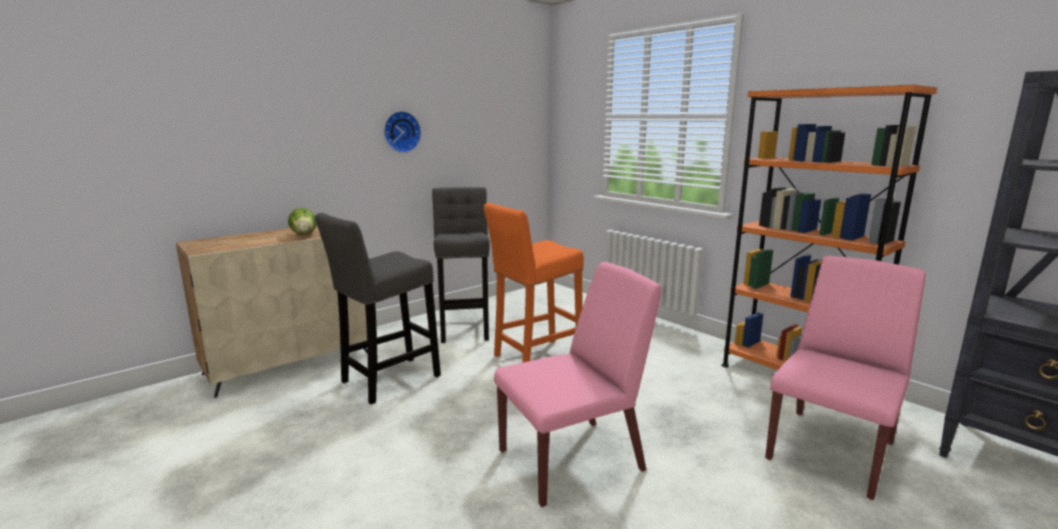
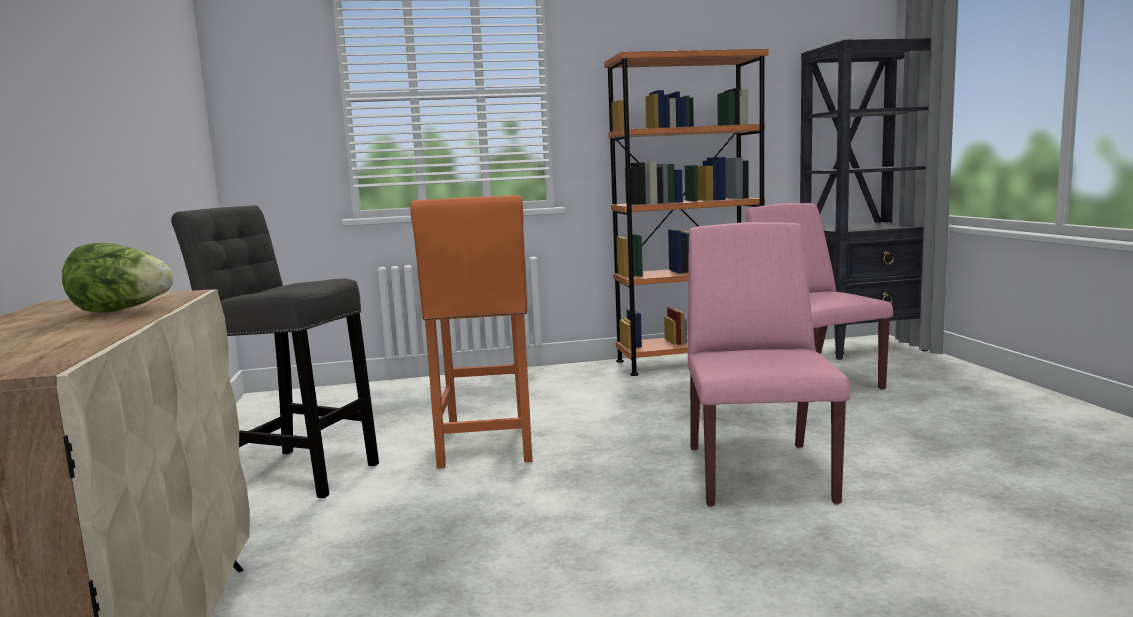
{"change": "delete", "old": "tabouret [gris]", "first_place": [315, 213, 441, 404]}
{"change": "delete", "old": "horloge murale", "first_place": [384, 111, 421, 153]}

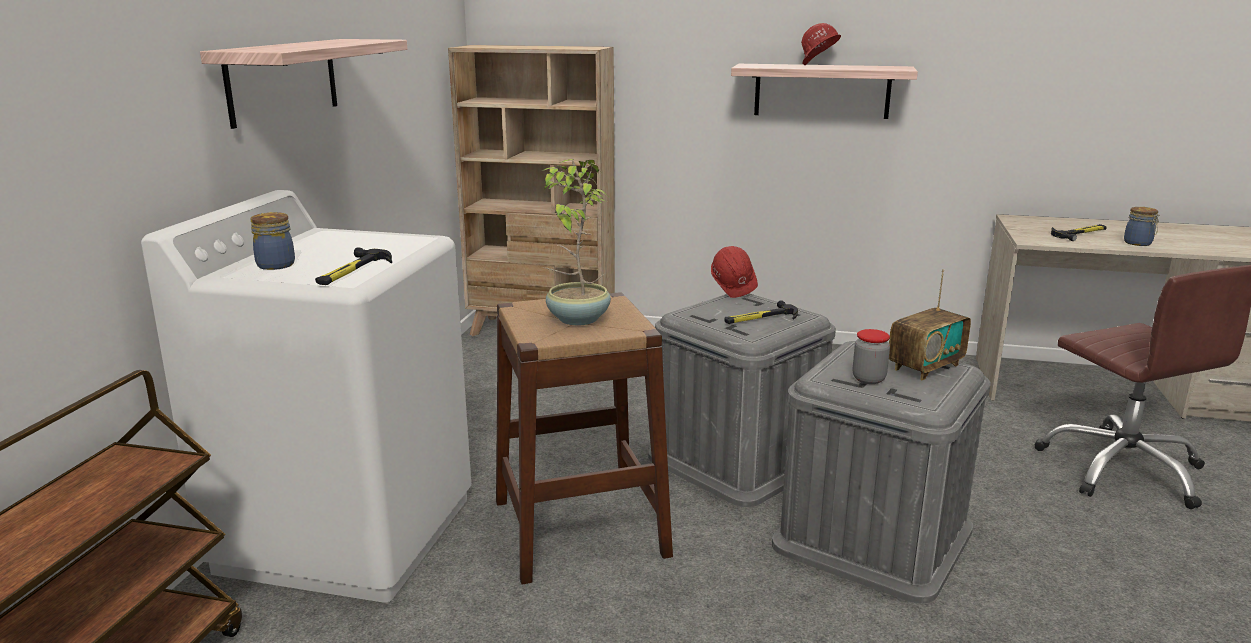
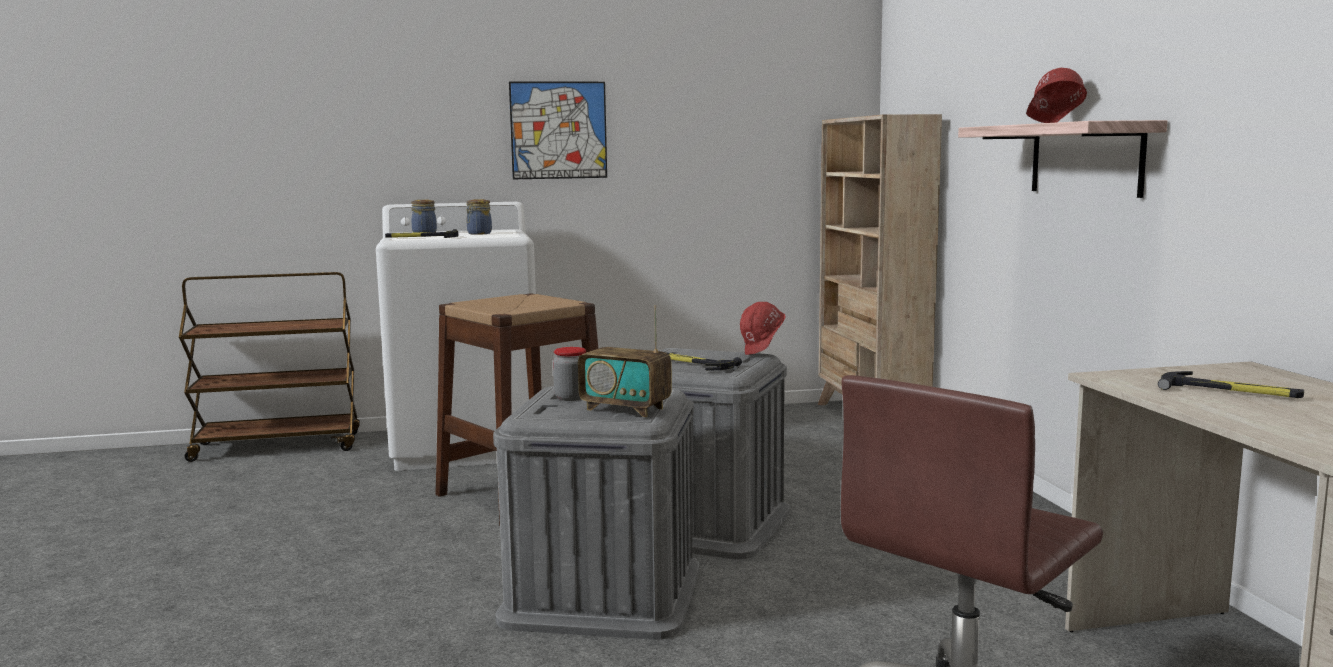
{"change": "delete", "old": "plante en pot", "first_place": [542, 159, 611, 325]}
{"change": "move", "old": "bocal", "first_place": [1124, 207, 1160, 246], "second_place": [466, 199, 492, 235]}
{"change": "replace", "old": "étagère", "new": "tableau", "first_place": [200, 39, 407, 129], "second_place": [509, 82, 607, 179]}

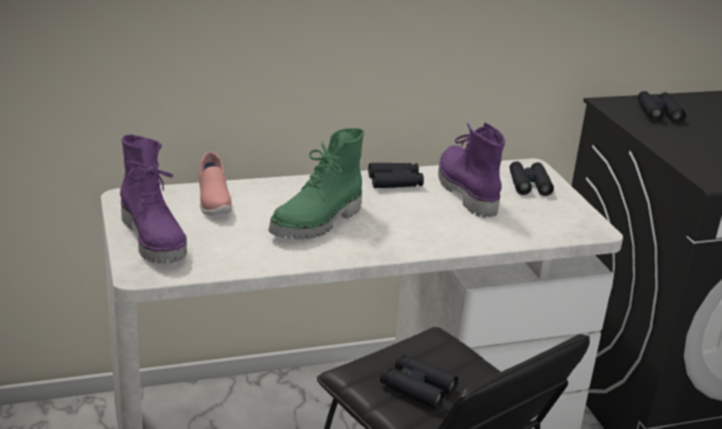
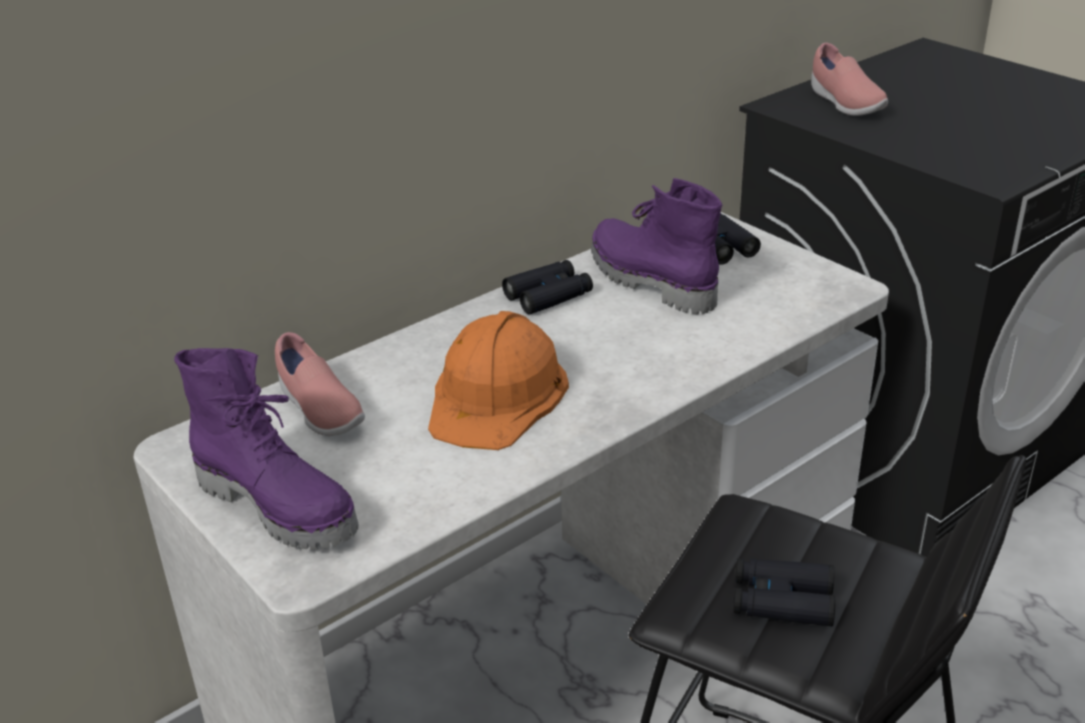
{"change": "replace", "old": "botte [vert]", "new": "casque de chantier [orange]", "first_place": [268, 128, 364, 239], "second_place": [428, 311, 569, 450]}
{"change": "replace", "old": "jumelles [noir]", "new": "chaussure [rose]", "first_place": [637, 91, 686, 123], "second_place": [811, 43, 888, 116]}

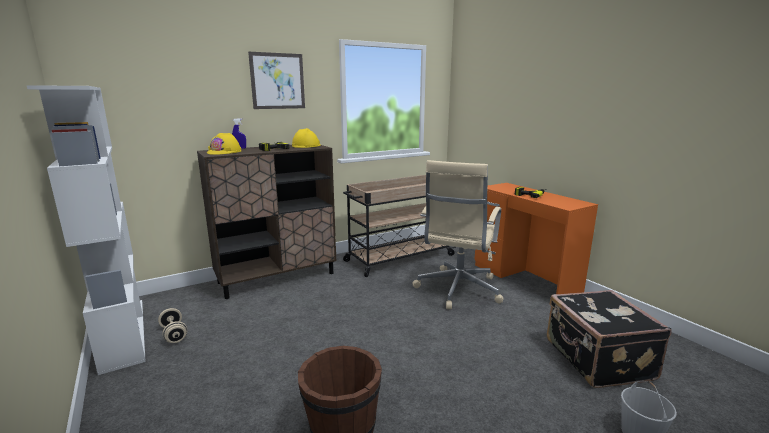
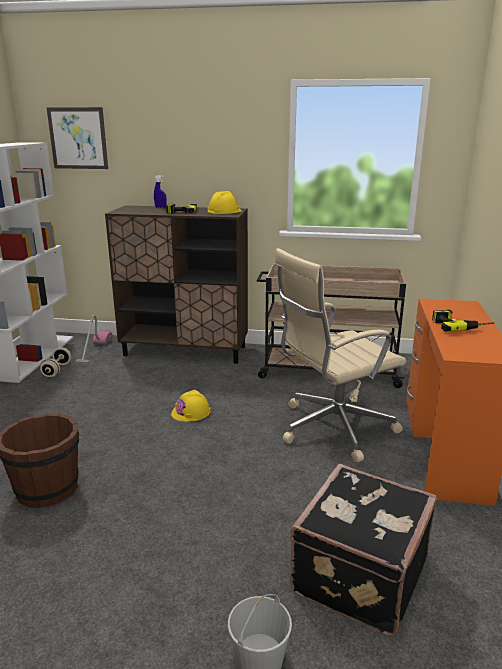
{"change": "insert", "new": "aspirateur", "second_place": [75, 315, 113, 363]}
{"change": "move", "old": "casque de chantier [jaune]", "first_place": [207, 133, 241, 155], "second_place": [171, 390, 211, 422]}
{"change": "move", "old": "tableau", "first_place": [248, 52, 305, 109], "second_place": [46, 107, 108, 169]}

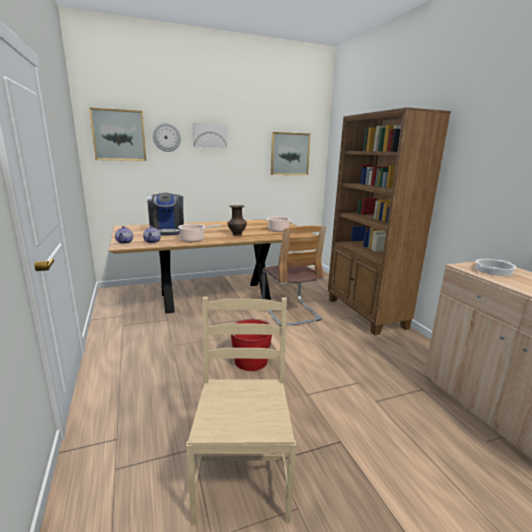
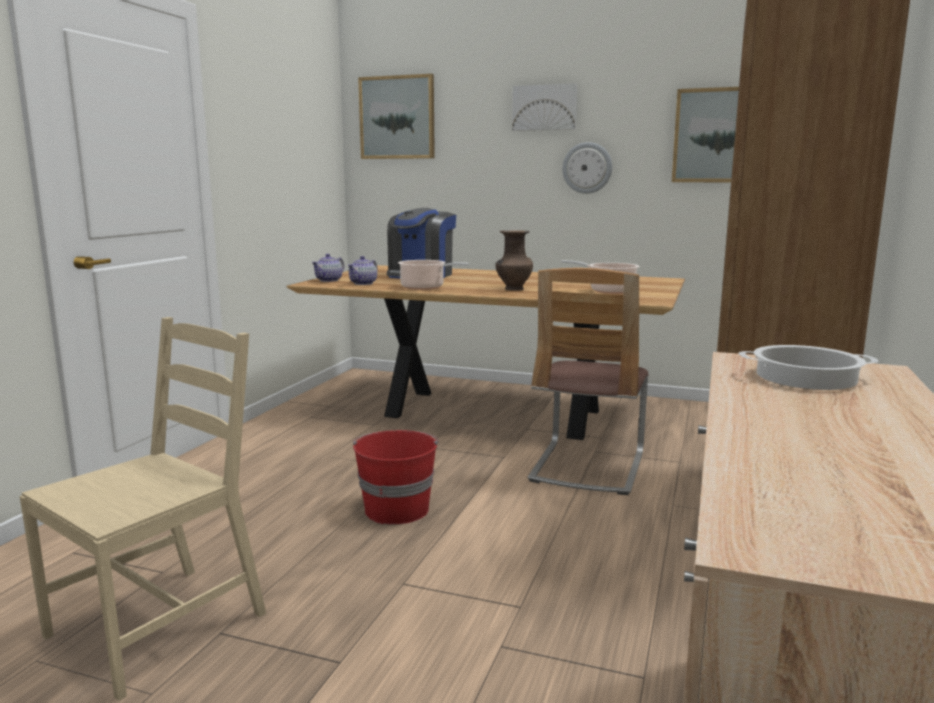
{"change": "move", "old": "horloge murale", "first_place": [153, 123, 181, 152], "second_place": [562, 142, 612, 194]}

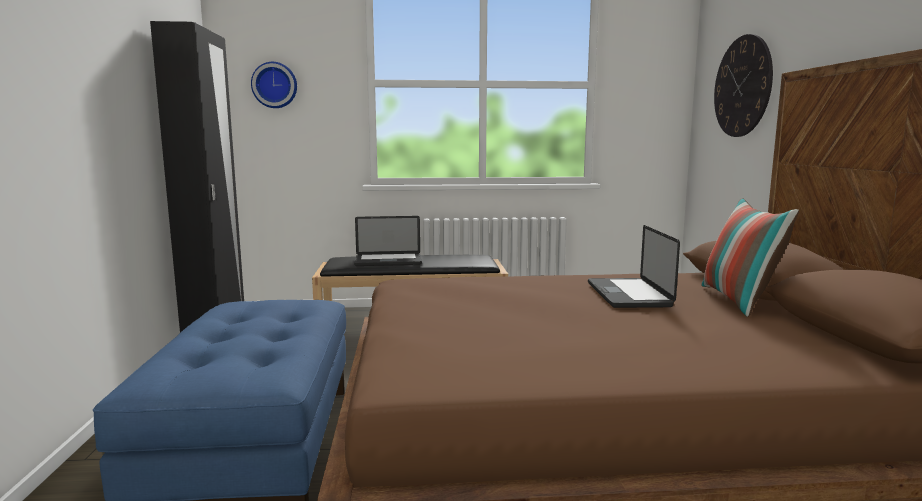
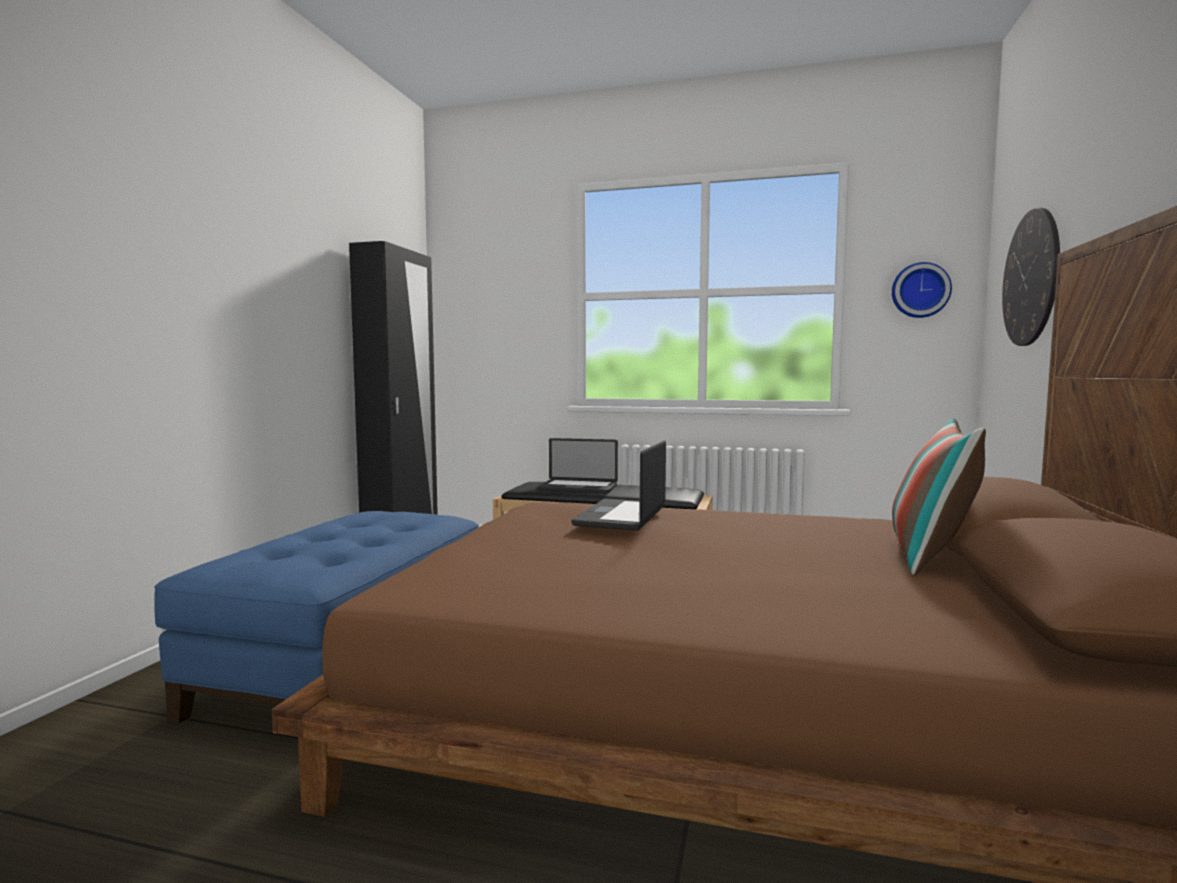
{"change": "move", "old": "horloge murale", "first_place": [251, 62, 297, 108], "second_place": [892, 262, 952, 318]}
{"change": "move", "old": "ordinateur portable", "first_place": [588, 225, 680, 308], "second_place": [572, 440, 666, 531]}

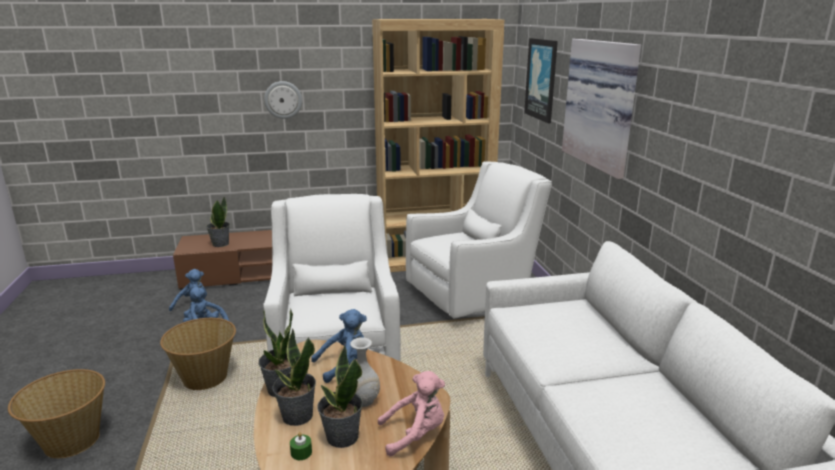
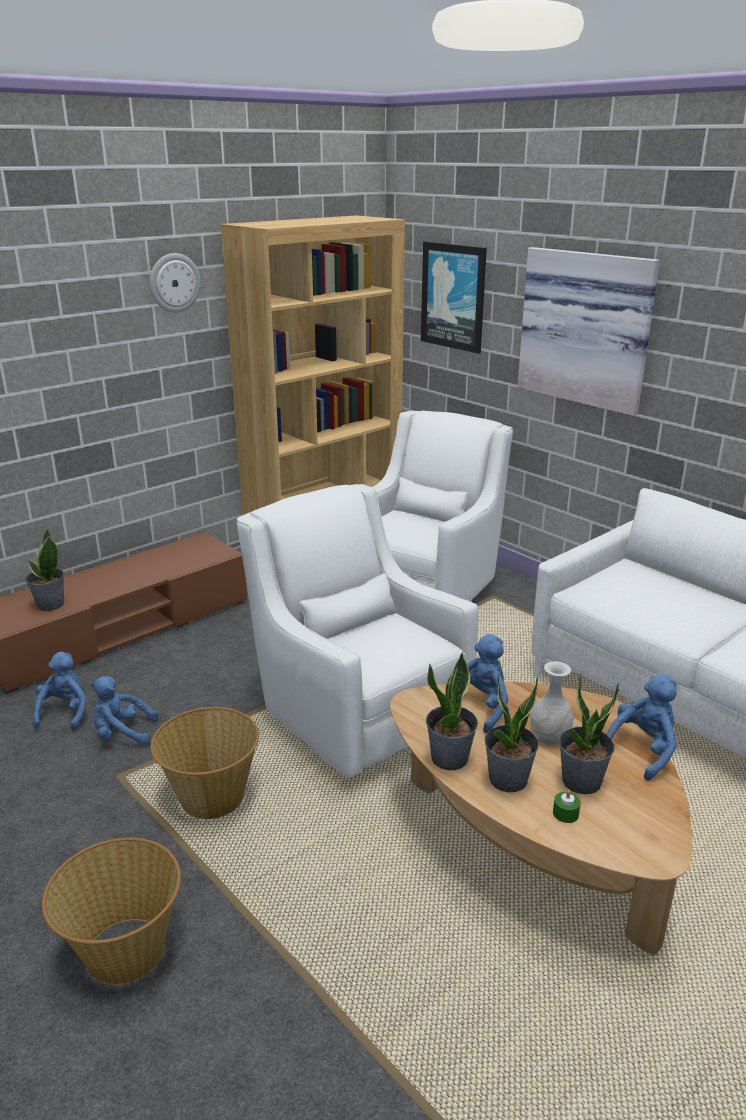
{"change": "move", "old": "horloge murale", "first_place": [264, 81, 302, 119], "second_place": [150, 253, 201, 313]}
{"change": "recolor", "old": "peluche [rose]", "new": "peluche [bleu]", "first_place": [378, 371, 445, 457], "second_place": [607, 674, 677, 781]}

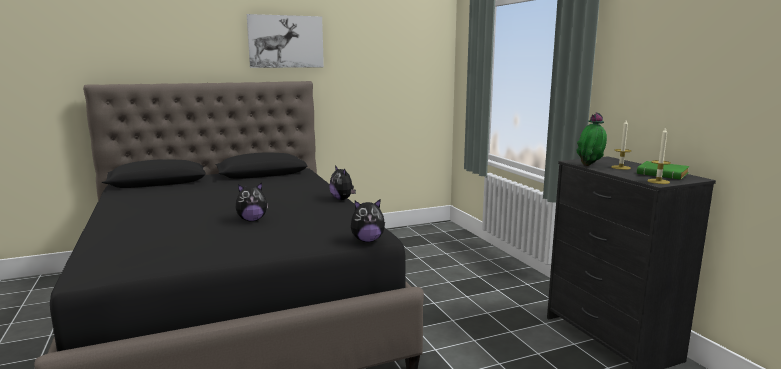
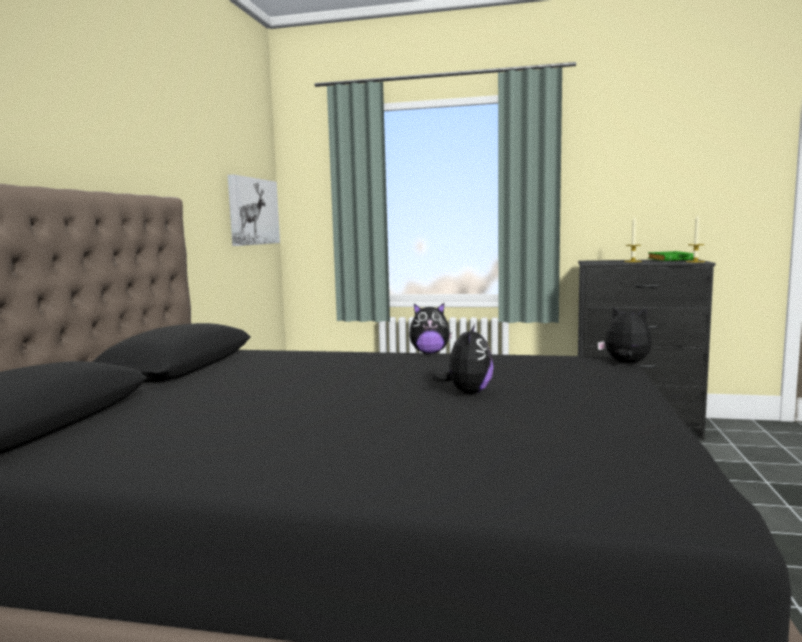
{"change": "delete", "old": "plante en pot", "first_place": [576, 112, 607, 166]}
{"change": "move", "old": "tableau", "first_place": [247, 14, 324, 68], "second_place": [228, 175, 280, 246]}
{"change": "rotate", "old": "peluche", "first_place": [351, 199, 385, 242], "second_place": [597, 306, 652, 363], "degrees": -75}

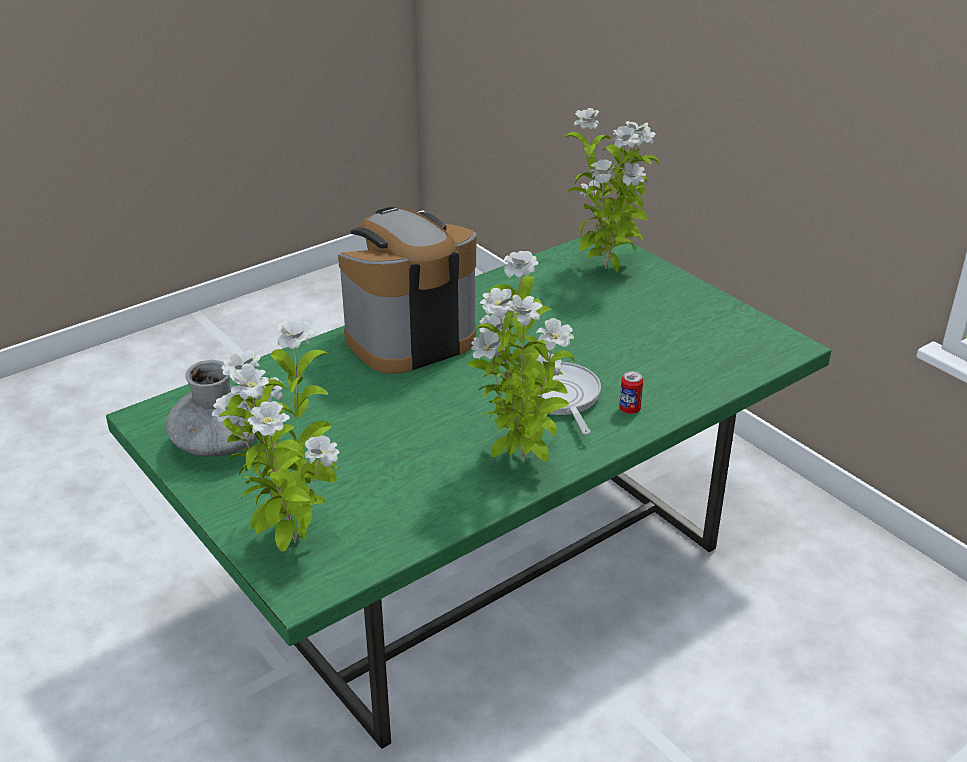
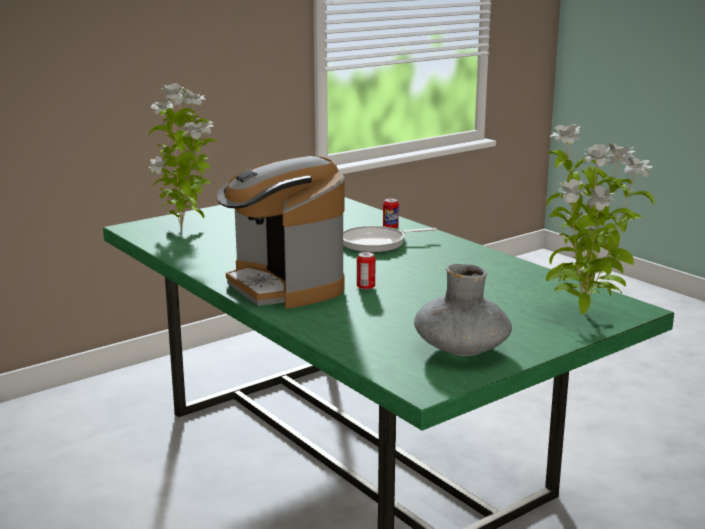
{"change": "delete", "old": "plante en pot", "first_place": [467, 251, 575, 462]}
{"change": "insert", "new": "boîte métallique", "second_place": [357, 252, 376, 290]}

